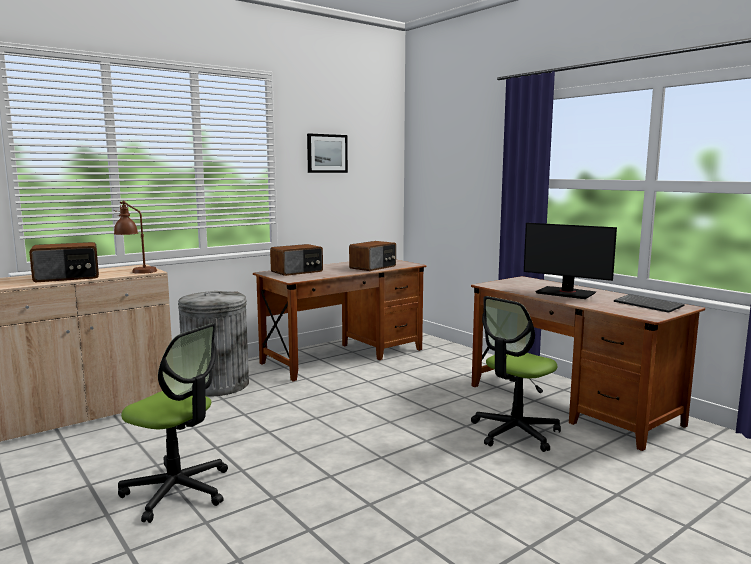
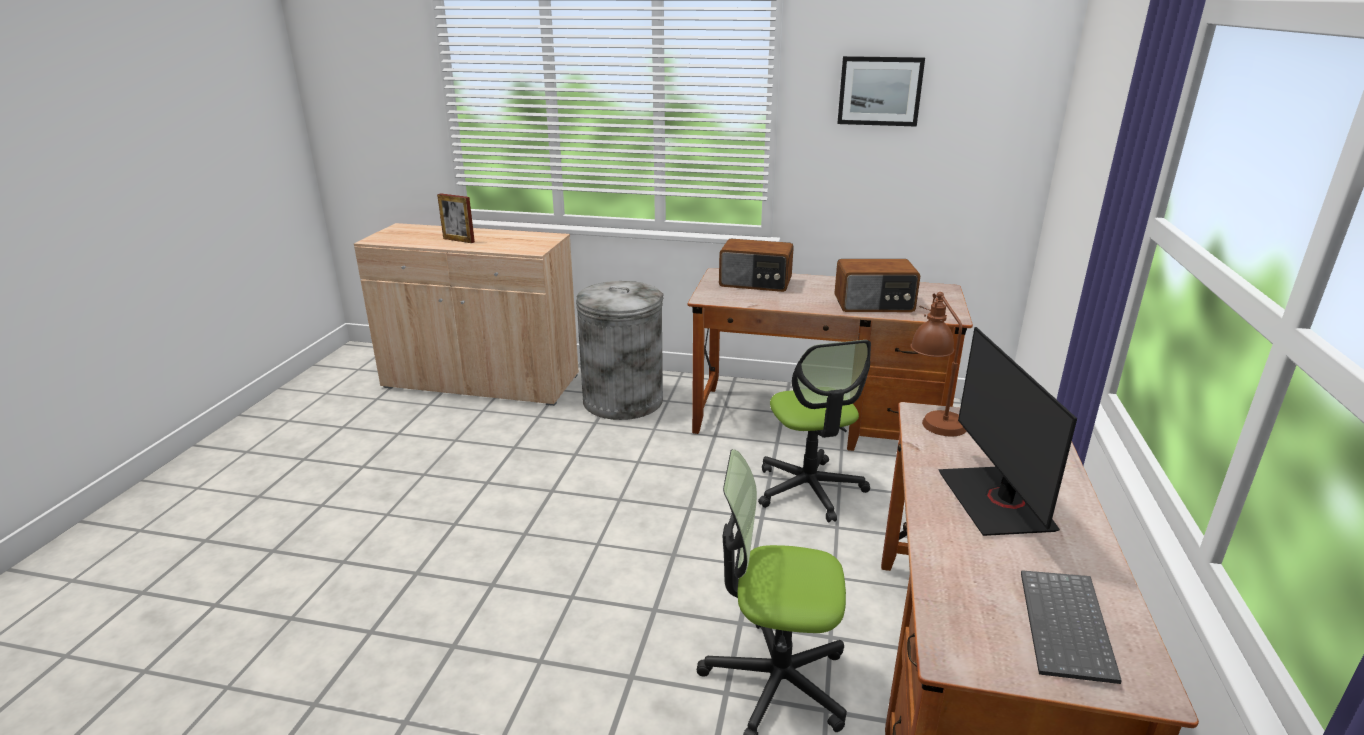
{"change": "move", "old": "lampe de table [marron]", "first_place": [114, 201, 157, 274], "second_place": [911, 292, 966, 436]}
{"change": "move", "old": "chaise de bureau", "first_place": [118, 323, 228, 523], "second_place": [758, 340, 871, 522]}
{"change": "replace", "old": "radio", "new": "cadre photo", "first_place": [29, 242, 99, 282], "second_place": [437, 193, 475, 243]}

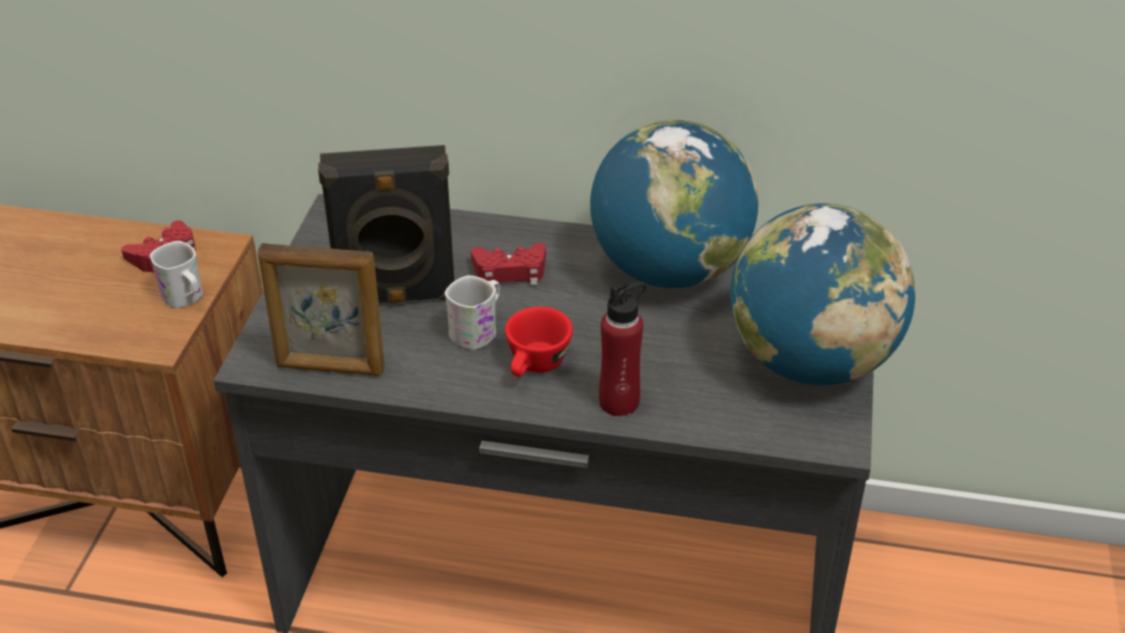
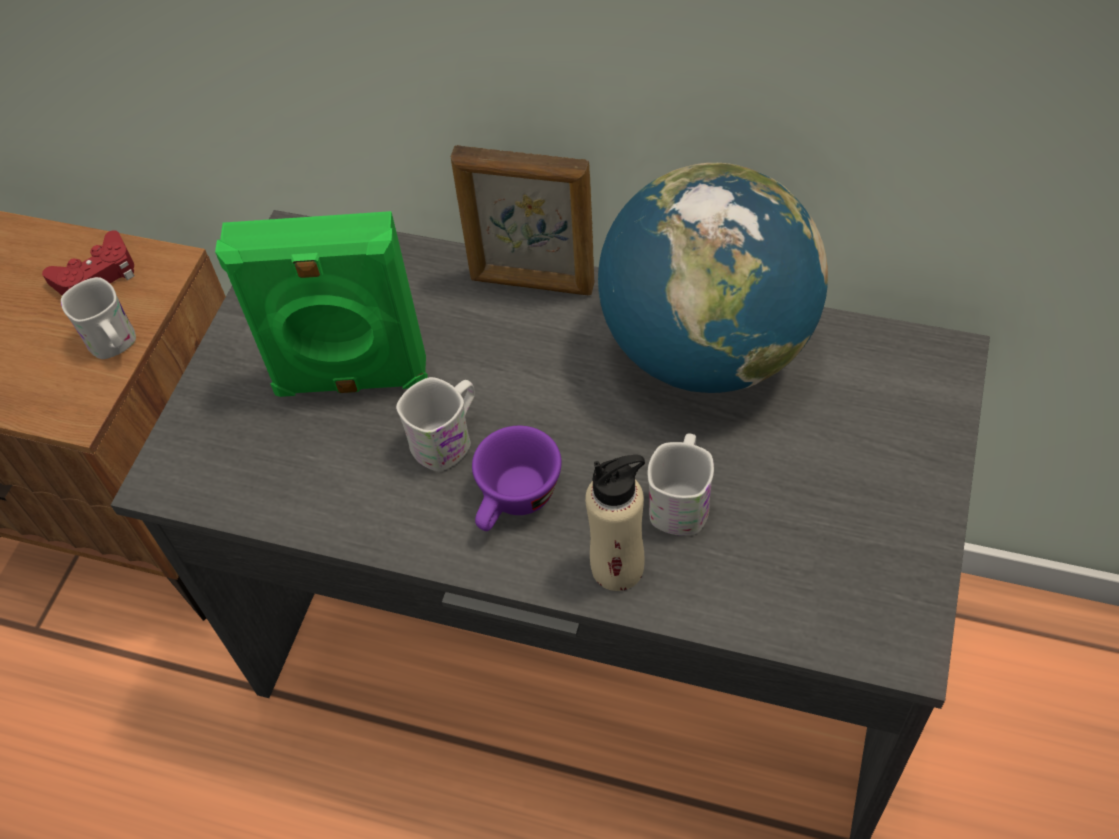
{"change": "delete", "old": "manette [rouge]", "first_place": [471, 243, 546, 285]}
{"change": "delete", "old": "globe", "first_place": [730, 203, 915, 385]}
{"change": "insert", "new": "mug [blanc]", "second_place": [648, 434, 714, 536]}
{"change": "move", "old": "cadre photo", "first_place": [257, 243, 385, 376], "second_place": [450, 145, 594, 295]}
{"change": "recolor", "old": "enceinte [noir]", "new": "enceinte [vert]", "first_place": [318, 145, 454, 303], "second_place": [215, 211, 428, 397]}
{"change": "recolor", "old": "tasse [rouge]", "new": "tasse [violet]", "first_place": [505, 307, 573, 377], "second_place": [472, 426, 562, 531]}
{"change": "recolor", "old": "bouteille [rouge]", "new": "bouteille [beige]", "first_place": [599, 282, 646, 416], "second_place": [585, 455, 645, 591]}

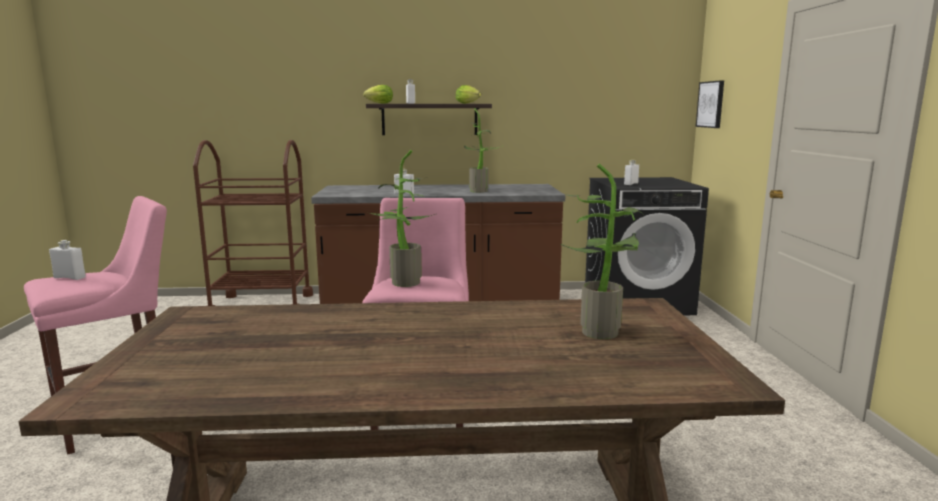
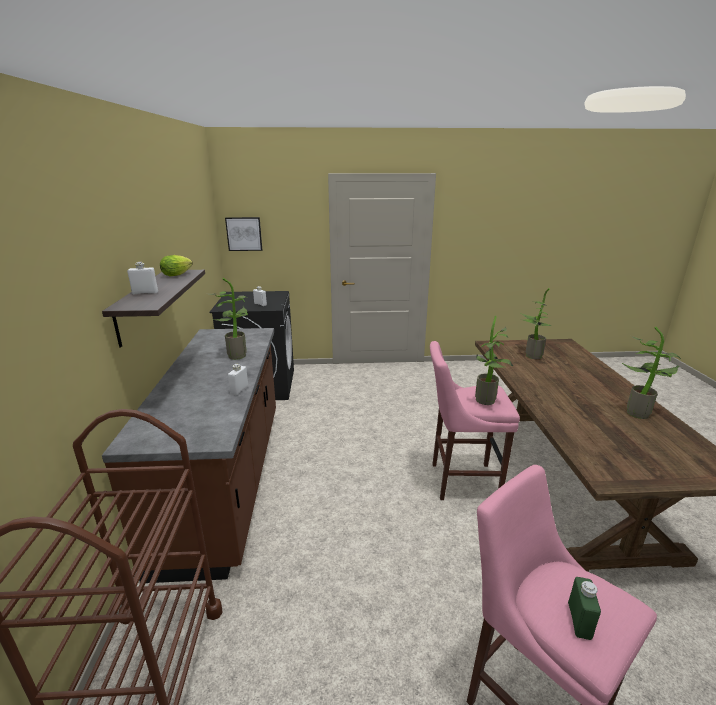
{"change": "delete", "old": "laitue", "first_place": [363, 85, 393, 104]}
{"change": "insert", "new": "plante en pot", "second_place": [622, 327, 681, 419]}
{"change": "recolor", "old": "bouteille [blanc]", "new": "bouteille [vert]", "first_place": [49, 240, 86, 280], "second_place": [568, 577, 601, 640]}

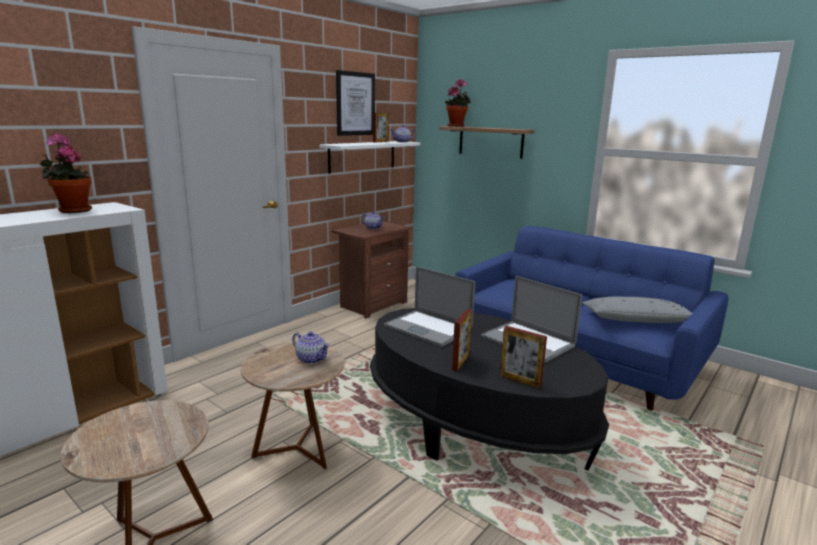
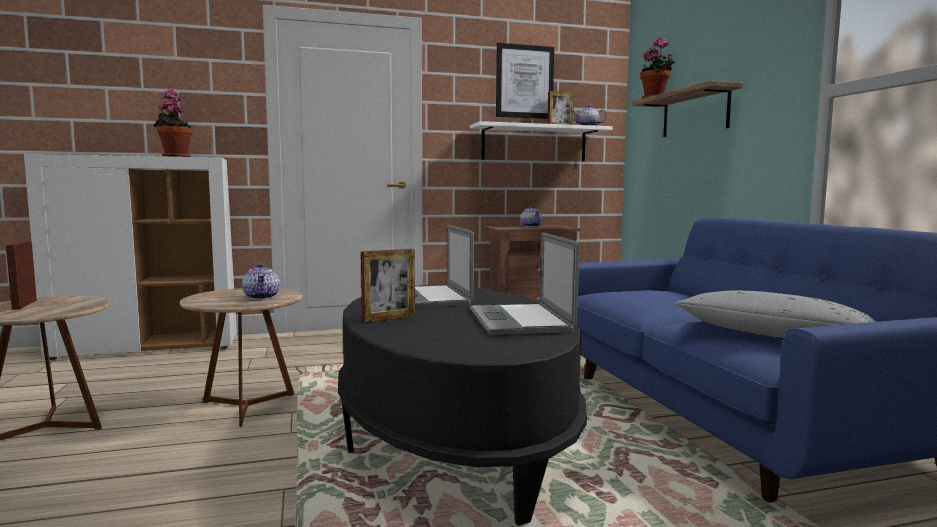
{"change": "move", "old": "cadre photo", "first_place": [500, 326, 547, 389], "second_place": [6, 241, 37, 310]}

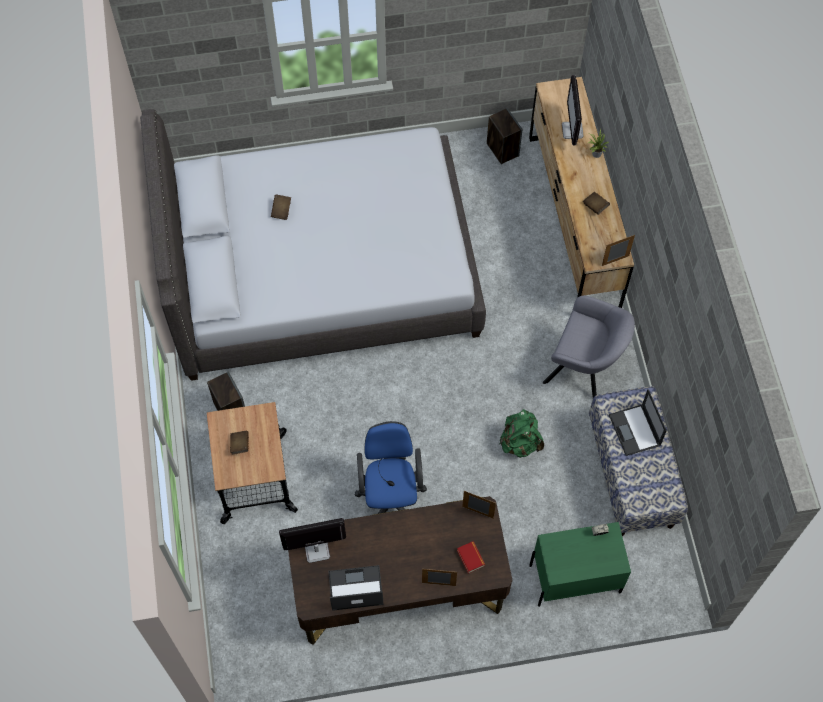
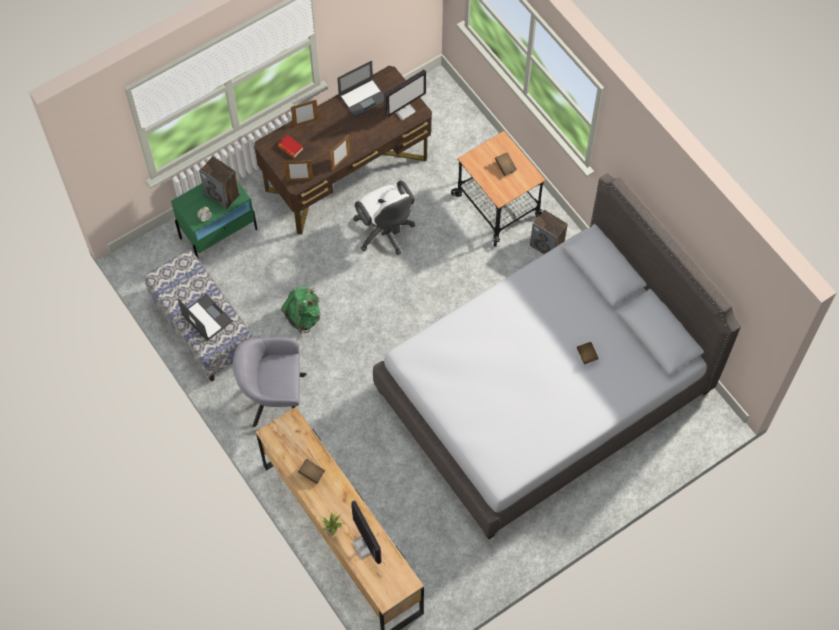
{"change": "move", "old": "enceinte", "first_place": [487, 108, 522, 164], "second_place": [199, 157, 240, 209]}
{"change": "move", "old": "cadre photo", "first_place": [602, 235, 635, 266], "second_place": [330, 135, 350, 171]}
{"change": "recolor", "old": "chaise de bureau [bleu]", "new": "chaise de bureau [blanc]", "first_place": [354, 421, 427, 514], "second_place": [353, 181, 415, 255]}

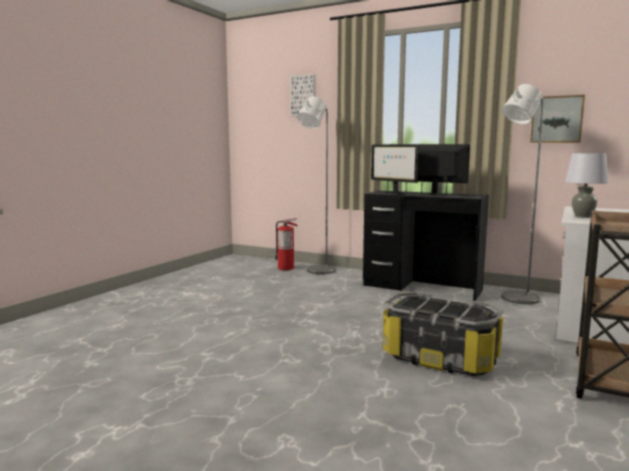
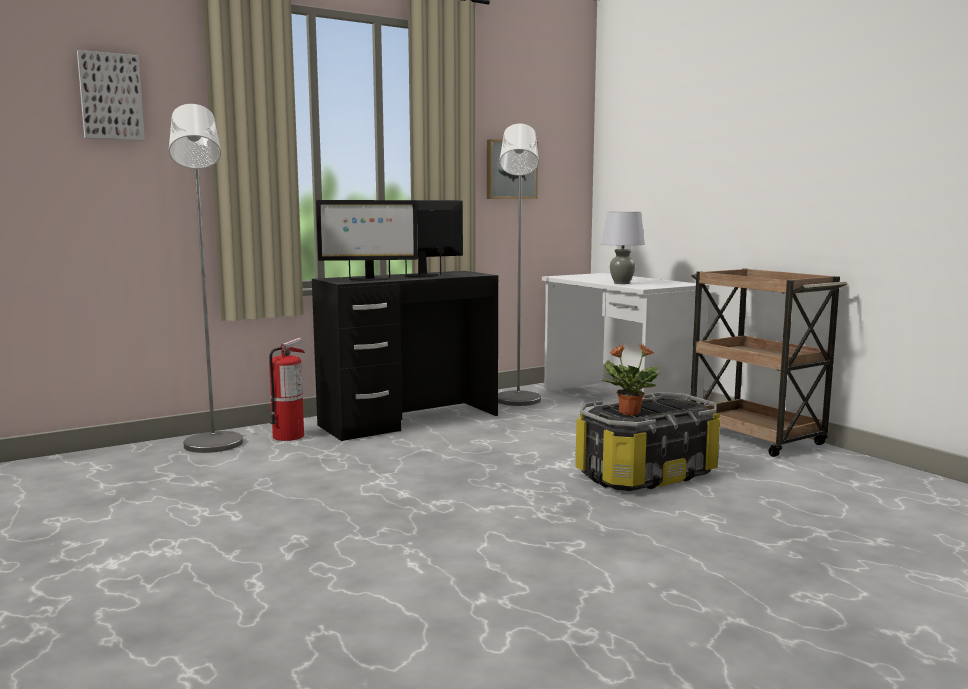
{"change": "insert", "new": "plante en pot", "second_place": [602, 344, 661, 416]}
{"change": "move", "old": "extincteur", "first_place": [275, 218, 298, 270], "second_place": [269, 338, 305, 441]}

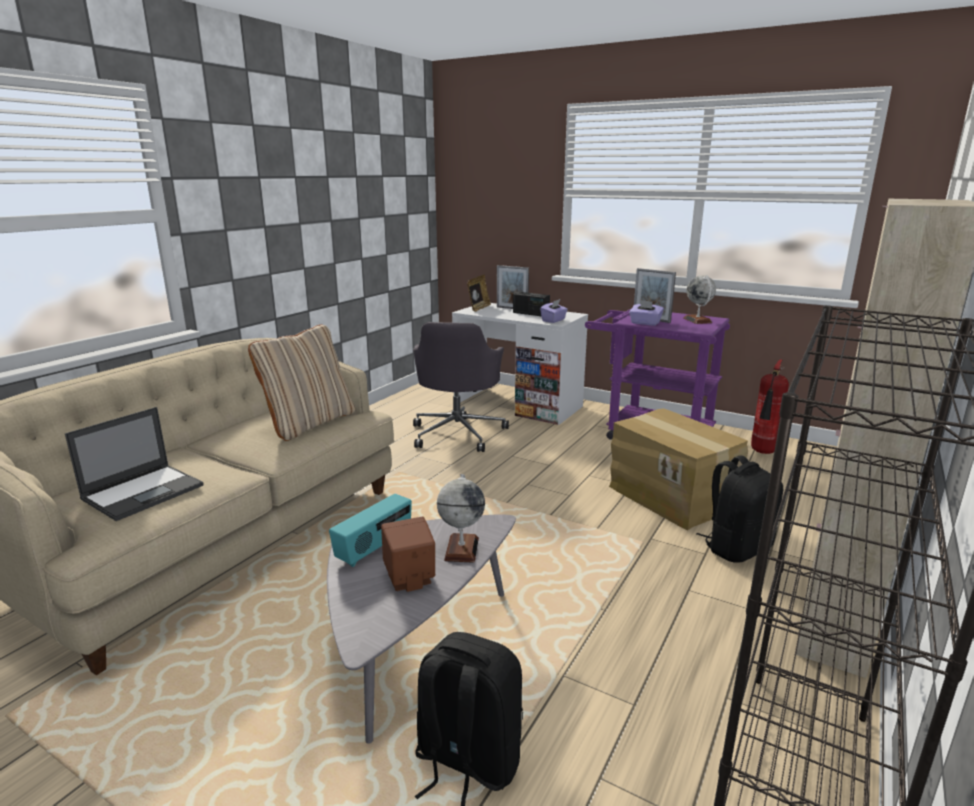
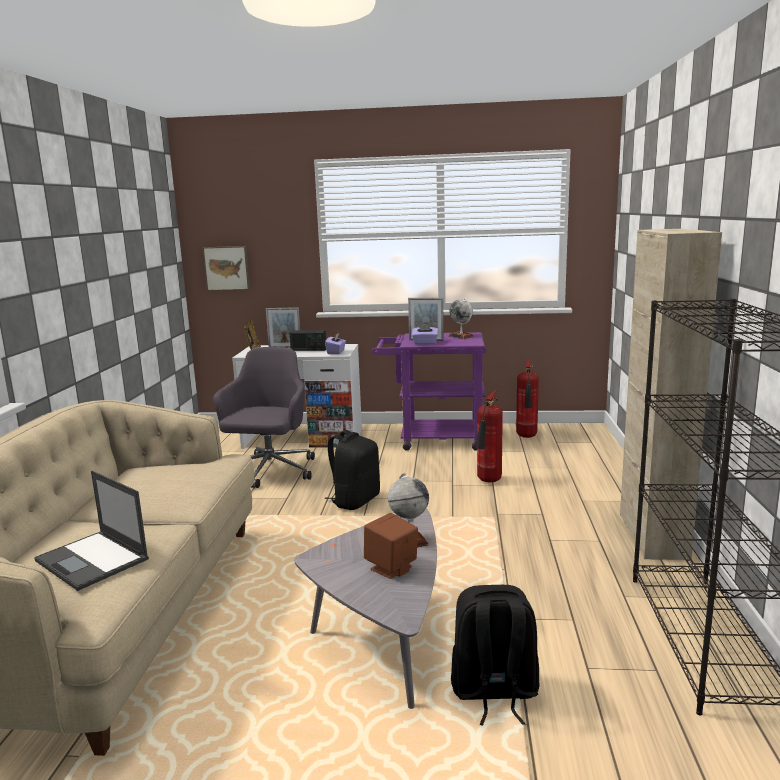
{"change": "delete", "old": "coussin [beige]", "first_place": [248, 324, 356, 441]}
{"change": "delete", "old": "radio", "first_place": [329, 494, 412, 567]}
{"change": "insert", "new": "tableau", "second_place": [203, 246, 250, 291]}
{"change": "move", "old": "sac à dos [noir]", "first_place": [696, 456, 783, 563], "second_place": [324, 430, 380, 510]}
{"change": "replace", "old": "carton", "new": "extincteur", "first_place": [609, 408, 748, 530], "second_place": [475, 390, 503, 483]}
{"change": "rotate", "old": "ordinateur portable", "first_place": [65, 407, 204, 521], "second_place": [34, 471, 149, 591], "degrees": 120}
{"change": "rotate", "old": "chaise de bureau [gris]", "first_place": [413, 322, 509, 452], "second_place": [213, 347, 315, 488], "degrees": -150}

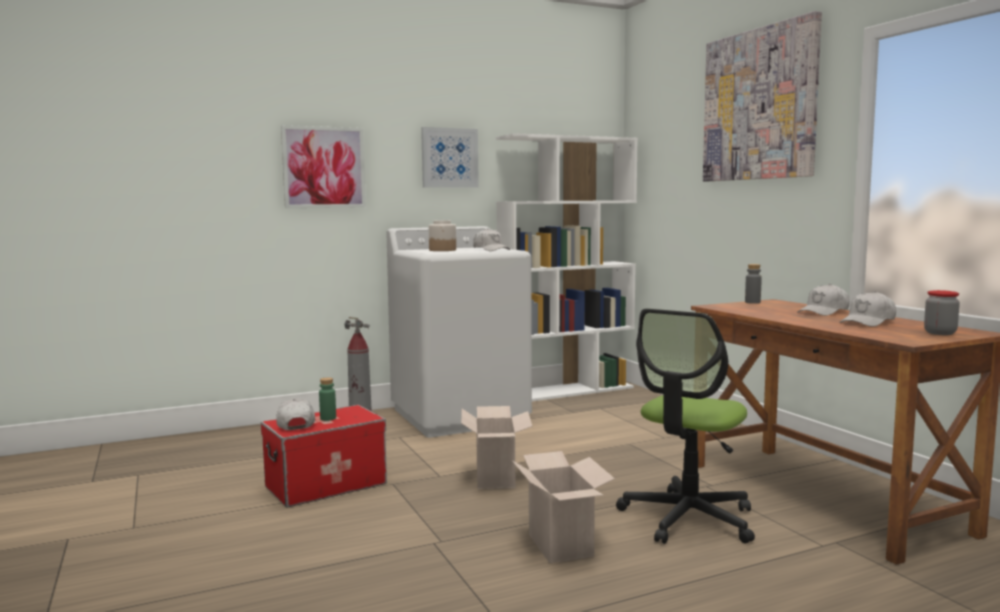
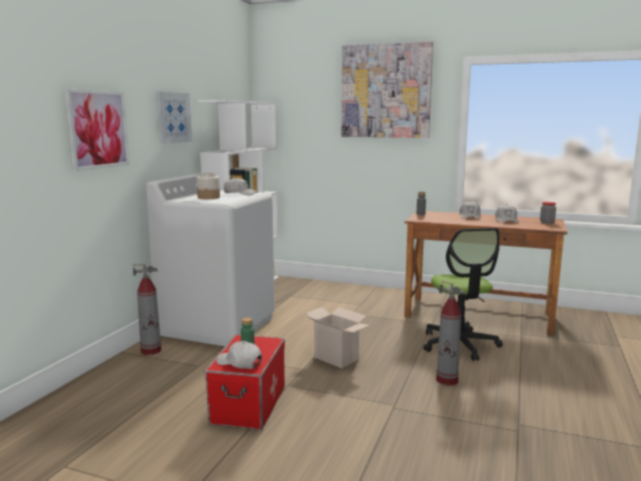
{"change": "replace", "old": "carton", "new": "extincteur", "first_place": [511, 451, 615, 563], "second_place": [436, 281, 466, 385]}

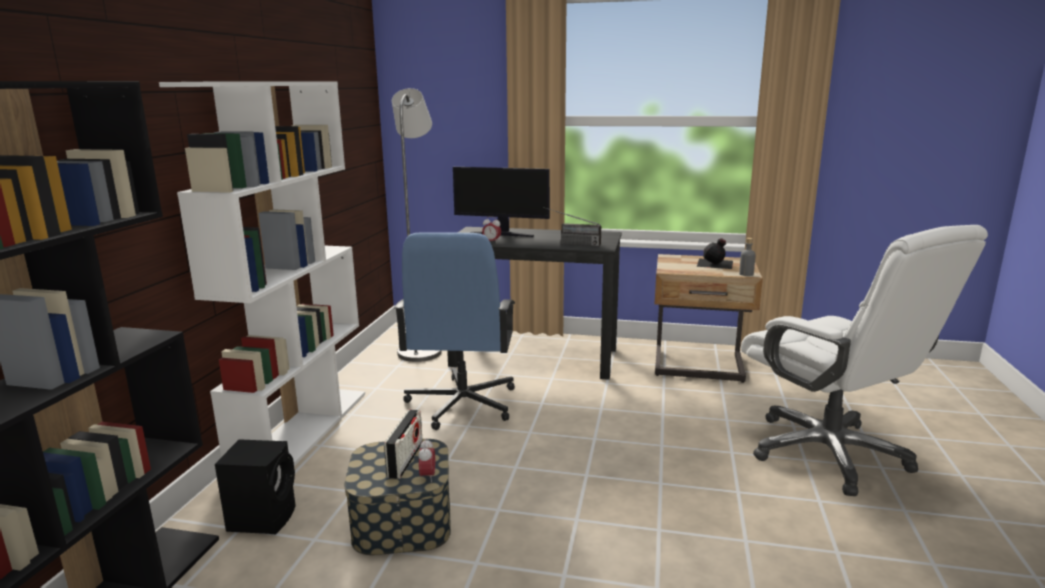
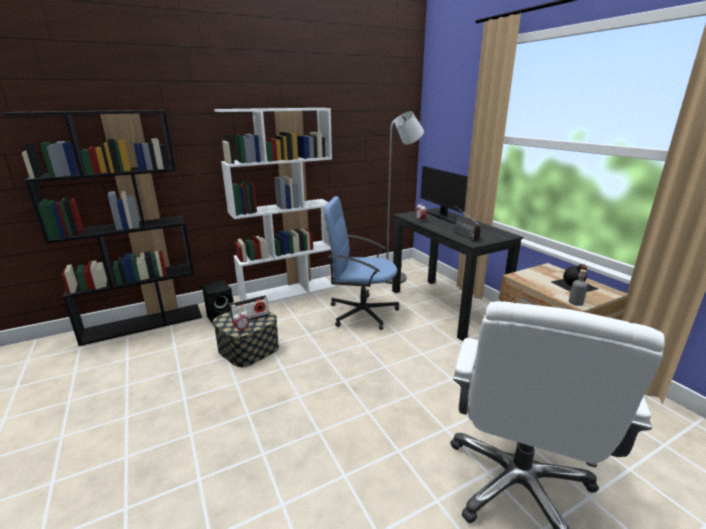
{"change": "rotate", "old": "chaise de bureau [bleu]", "first_place": [394, 232, 515, 430], "second_place": [324, 196, 399, 330], "degrees": 45}

